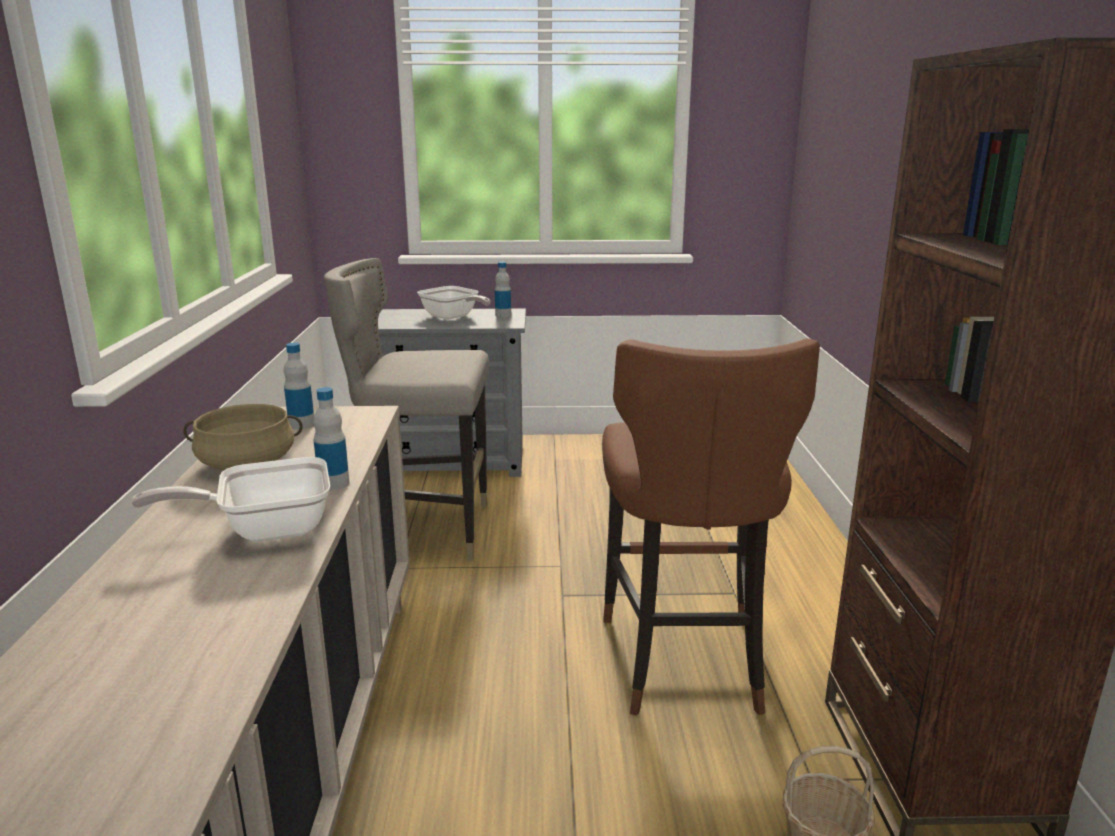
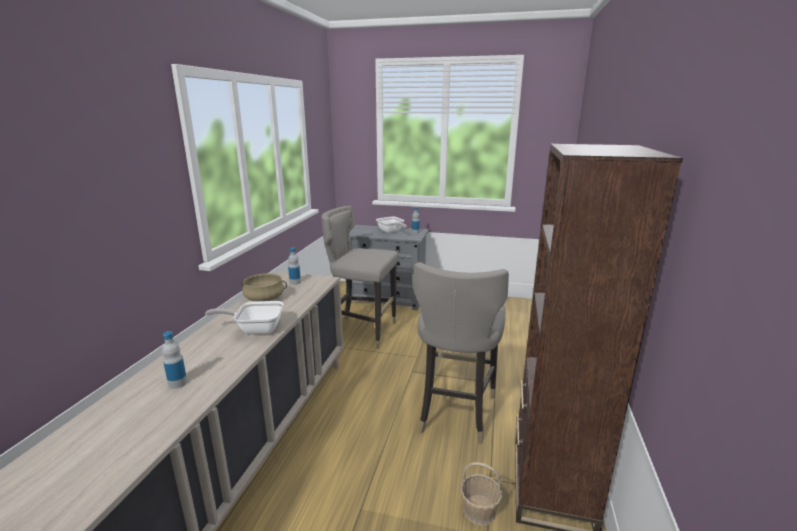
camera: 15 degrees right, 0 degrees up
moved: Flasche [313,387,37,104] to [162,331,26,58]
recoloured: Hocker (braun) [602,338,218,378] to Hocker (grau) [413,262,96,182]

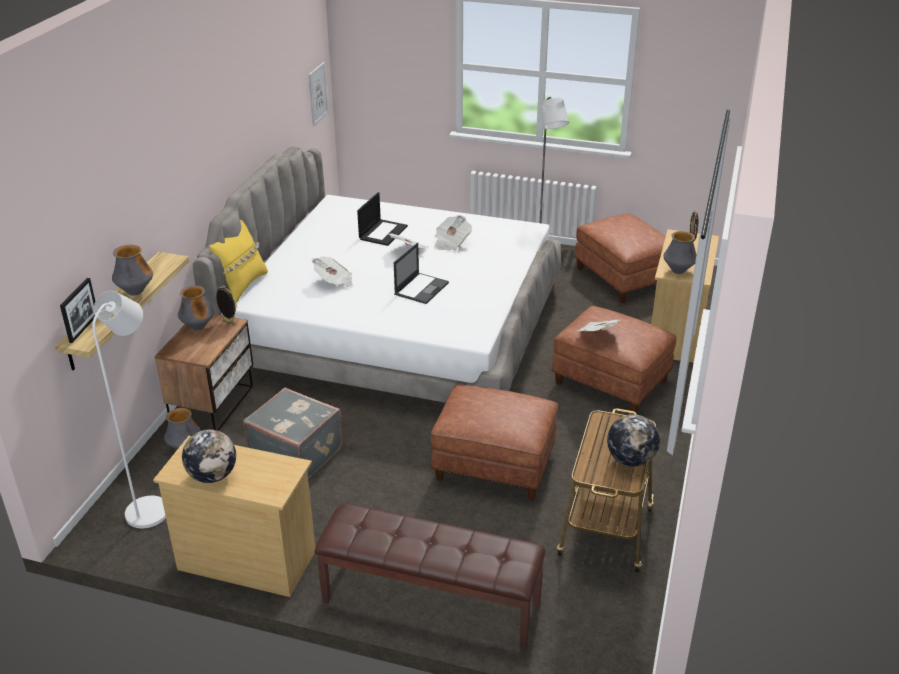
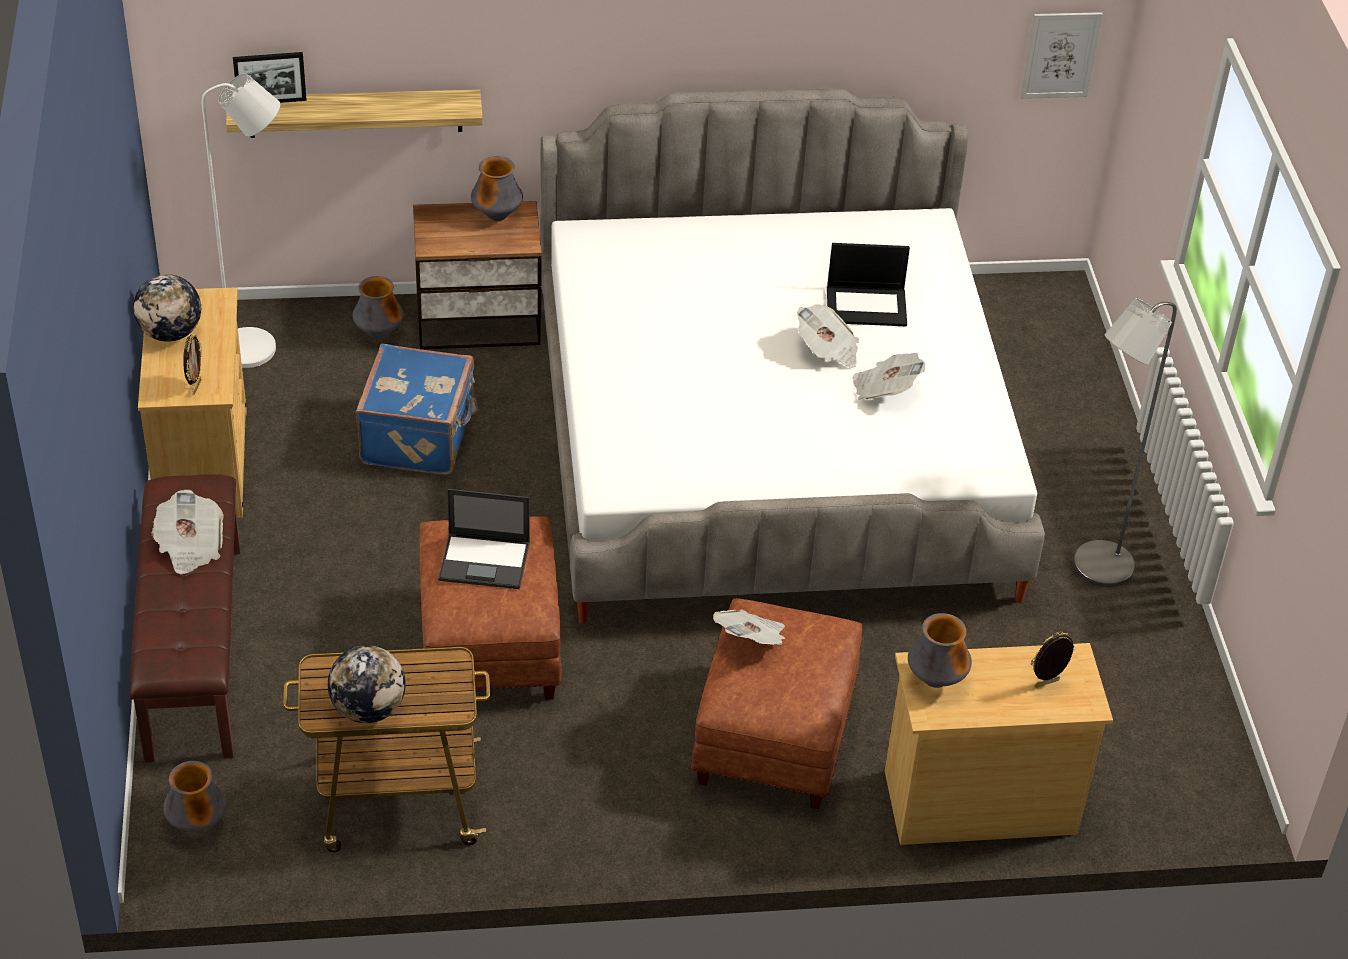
camera: 65 degrees right, 10 degrees up
removed: Kissen (gelb) [209,220,59,83]; Polsterhocker (braun) [574,213,92,90]
moved: Zeitung [312,257,41,30] to [152,490,72,84]; Vase [112,245,41,50] to [163,761,64,71]; Bilderrahmen [216,286,21,38] to [183,333,19,62]; Laptop [394,242,55,62] to [438,489,92,100]
recoloured: Koffer (grau) [243,387,99,92] to Koffer (blau) [355,344,123,131]

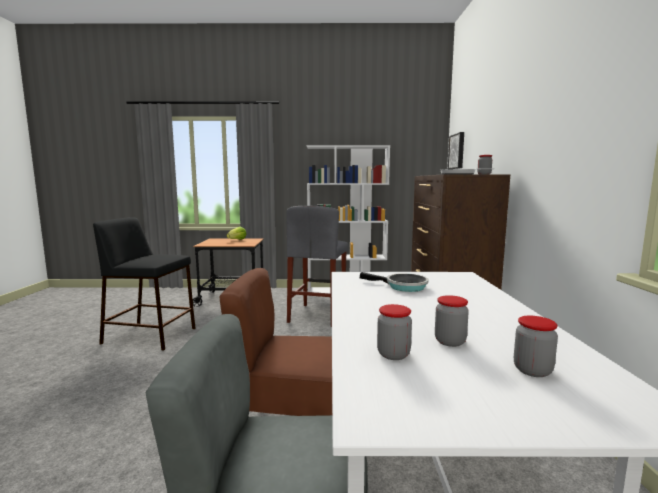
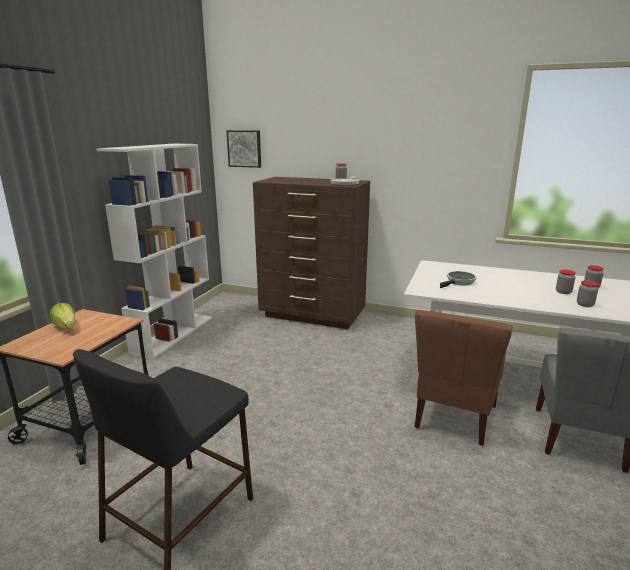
camera: 70 degrees left, 10 degrees up
removed: Hocker (grau) [286,206,62,121]

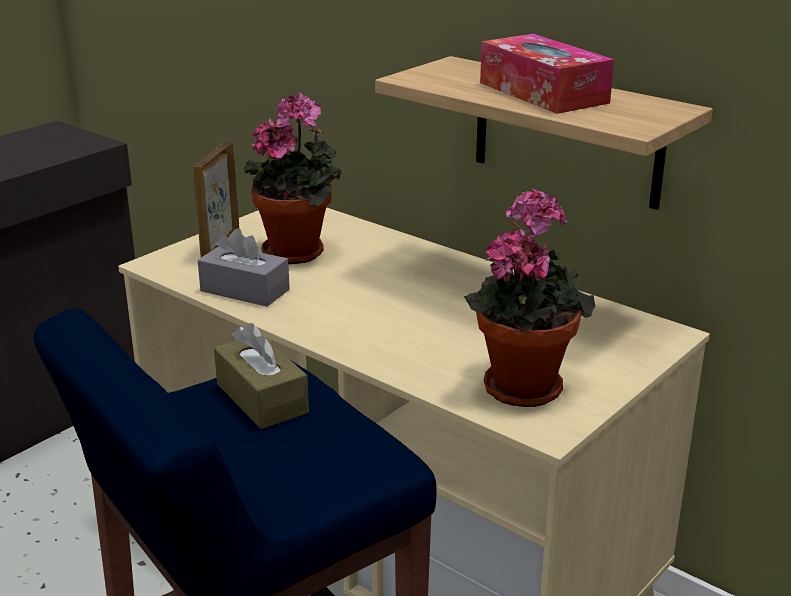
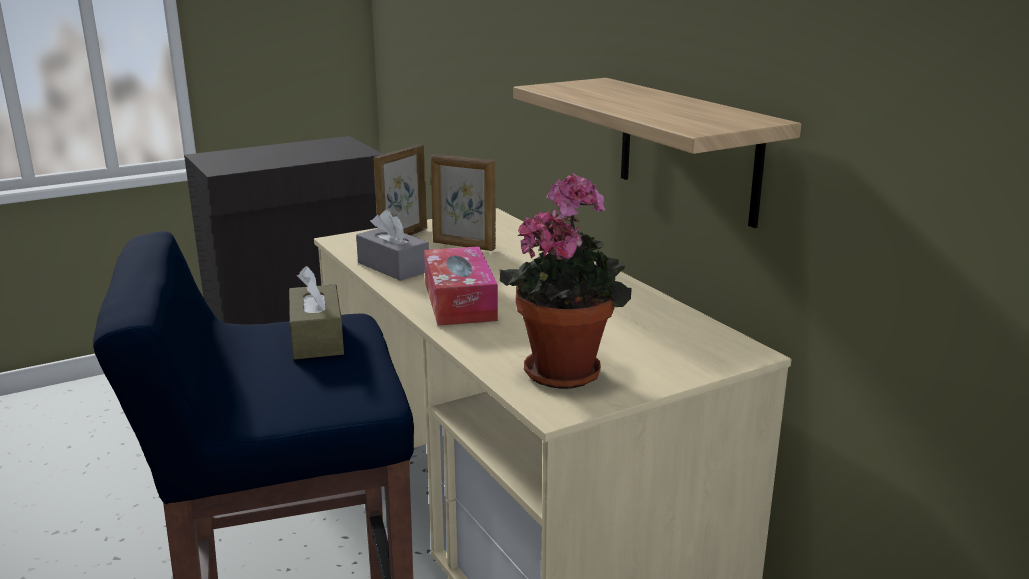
camera: 20 degrees right, 5 degrees down
moved: Taschentuchbox [480,34,134,80] to [424,246,74,80]
replaced: Topfpflanze [244,92,97,172] to Bilderrahmen [431,154,65,97]

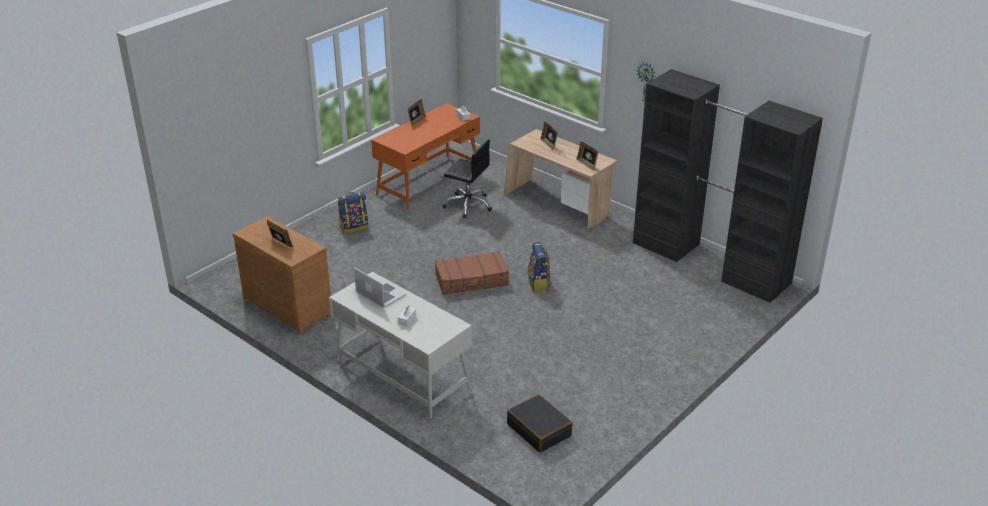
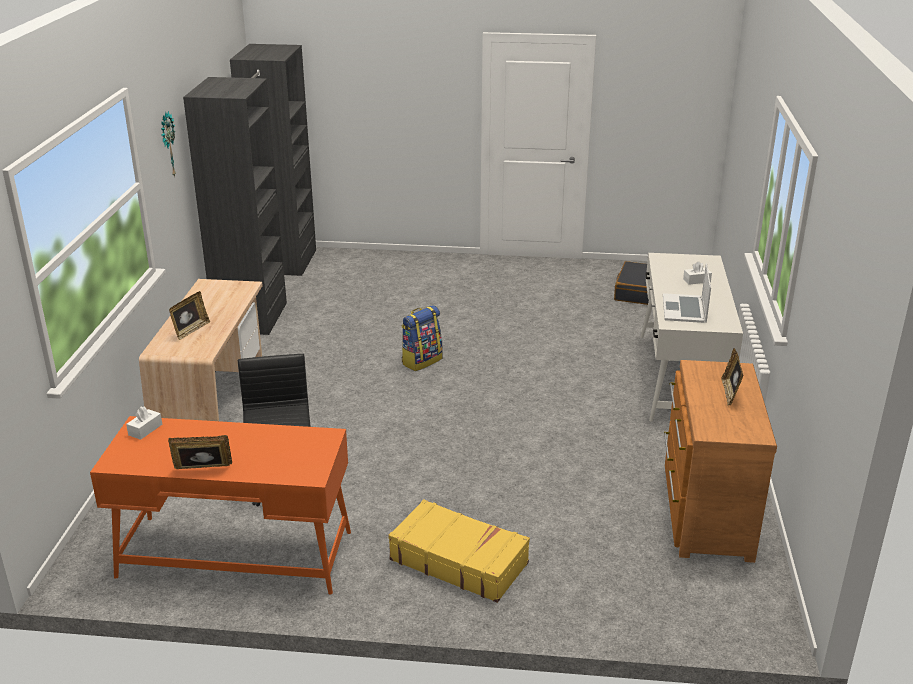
camera: 125 degrees left, 5 degrees down
removed: Koffer (braun) [435,251,74,44]; Bilderrahmen [577,141,21,30]
replaced: Rucksack [338,192,30,42] to Koffer (gelb) [388,499,142,104]

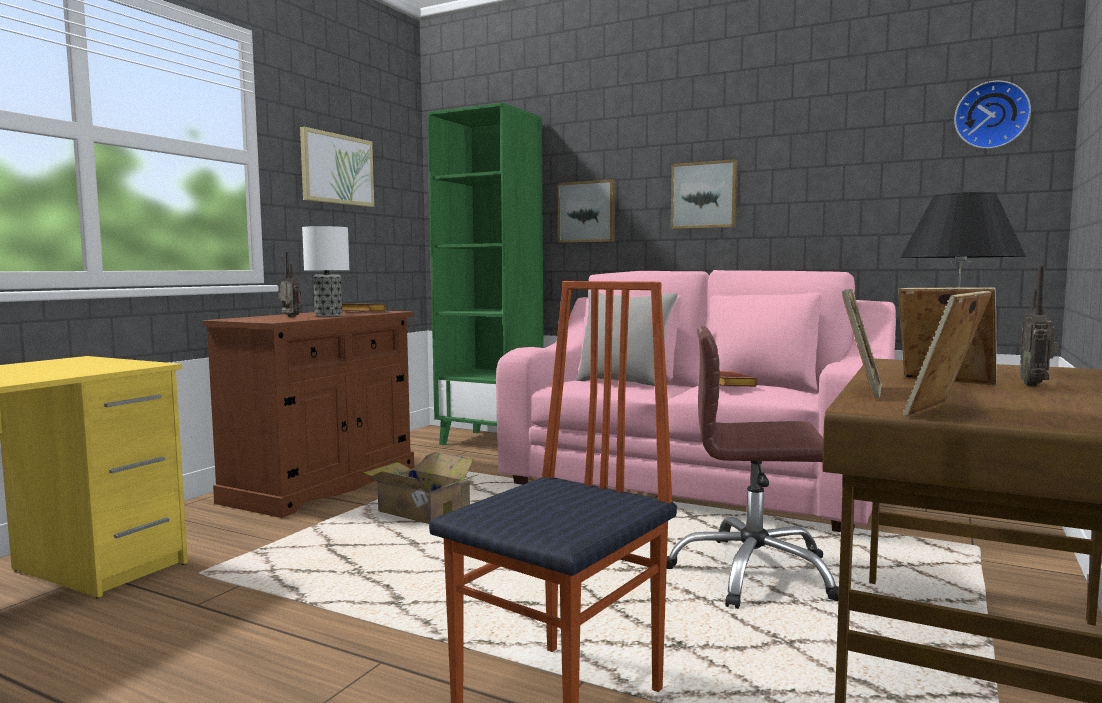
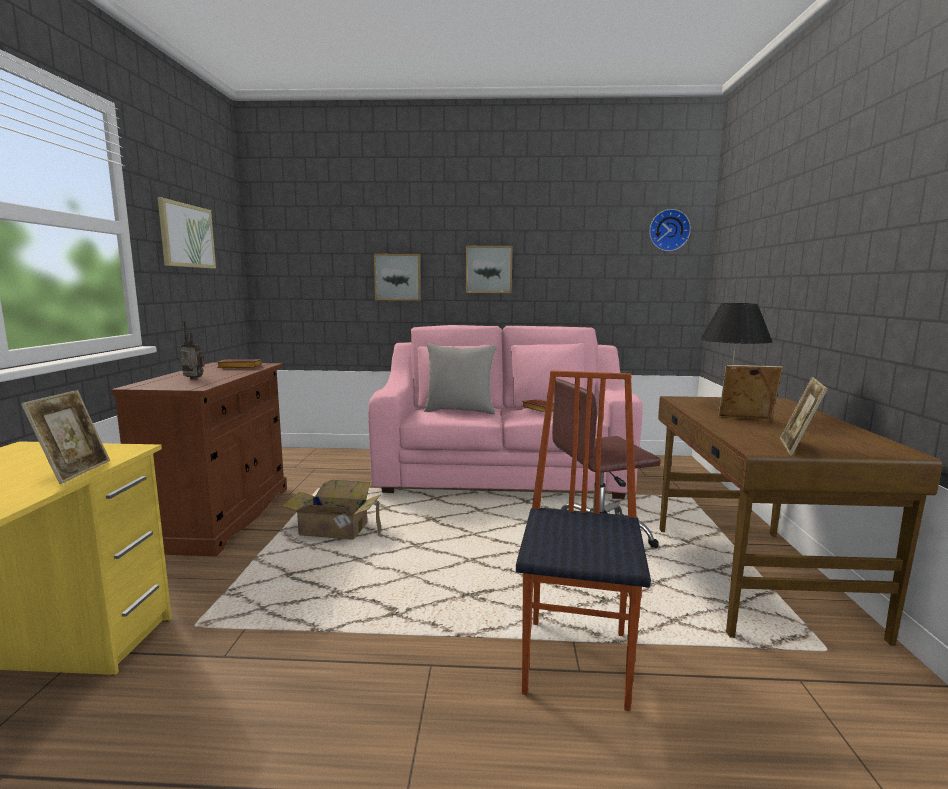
camera: 25 degrees left, 5 degrees up
removed: Tischlampe [302,226,47,90]; Bücherregal (grün) [427,102,117,343]; Radio [1020,266,39,121]
moved: Bilderrahmen [842,289,40,110] to [21,390,89,94]

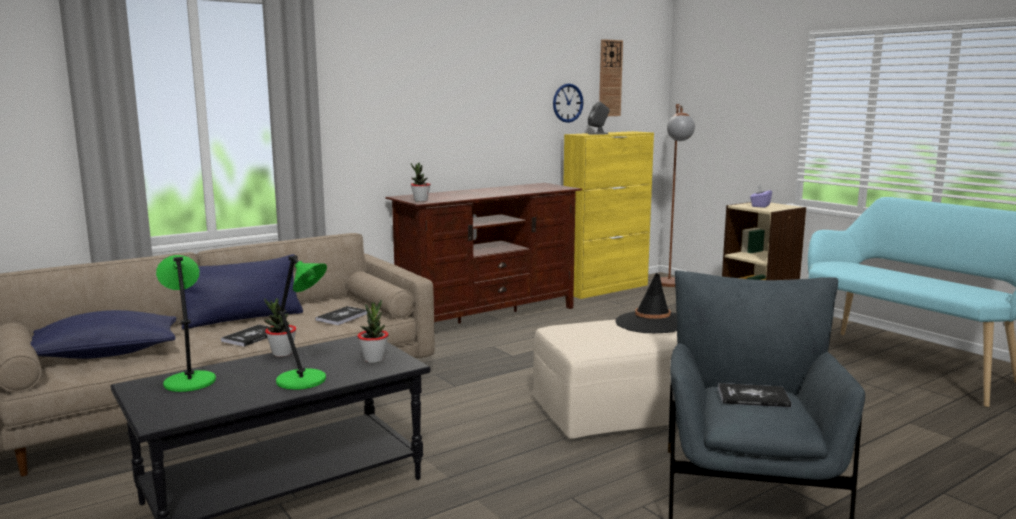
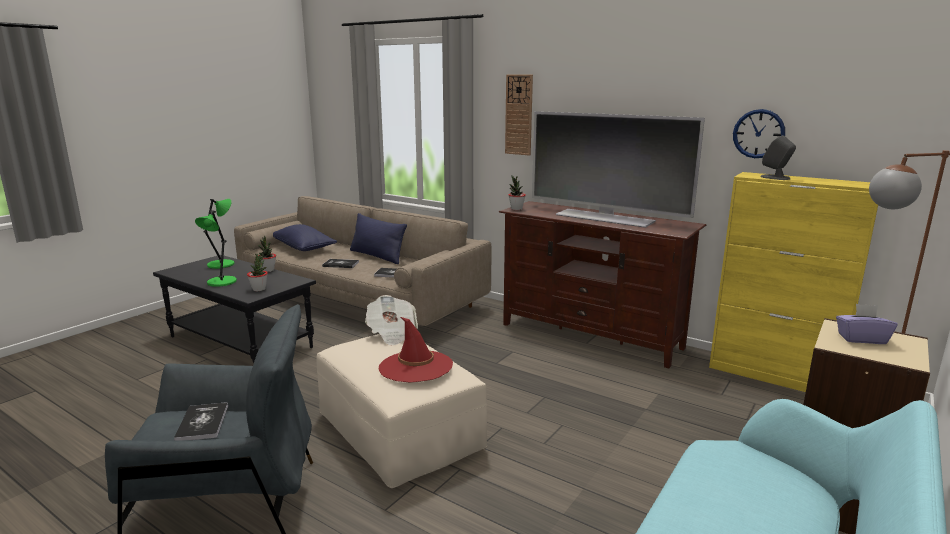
camera: 70 degrees right, 5 degrees up
added: Zeitung [365,295,53,51]; Fernseher [532,111,173,117]
moved: Wanduhr [599,39,24,77] to [505,75,28,81]
recoloured: Hut (schwarz) [615,273,62,61] to Hut (rot) [378,317,75,66]

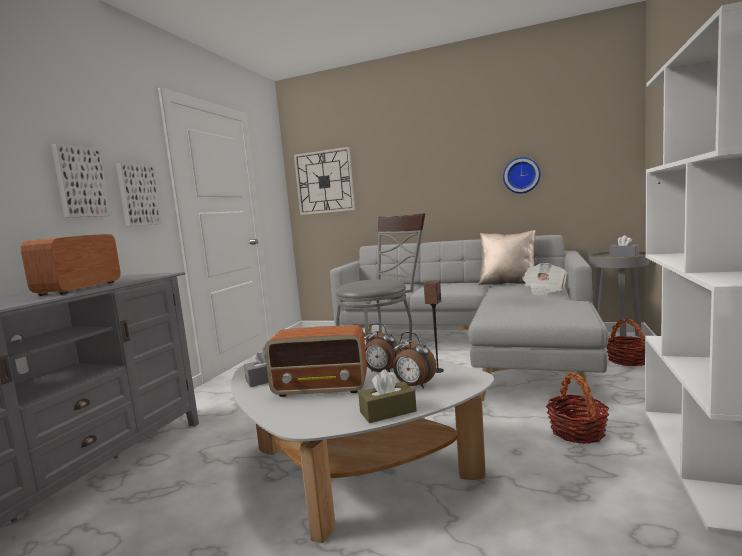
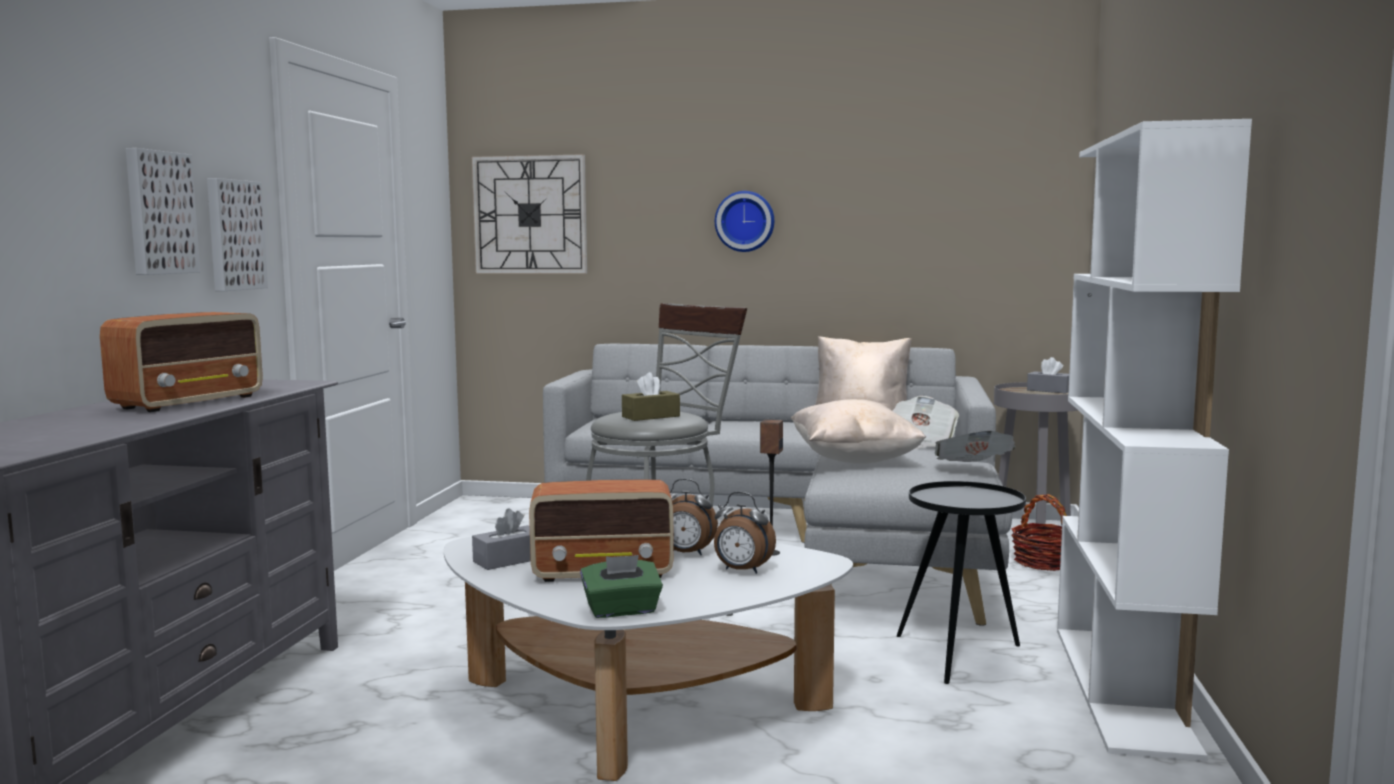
camera: 10 degrees left, 0 degrees up
added: Taschentuchbox (grün) [580,555,83,63]; Kissen (beige) [791,399,135,65]; Zeitung [935,431,81,31]
moved: Taschentuchbox (braun) [358,369,59,54] to [622,372,58,49]; Wanduhr [503,157,38,37] to [715,191,59,61]
replaced: Korb [546,373,63,71] to Beistelltisch (schwarz) [897,481,129,203]
turned: Radio [21,234,100,62] = [100,312,163,100] 150 degrees counterclockwise

